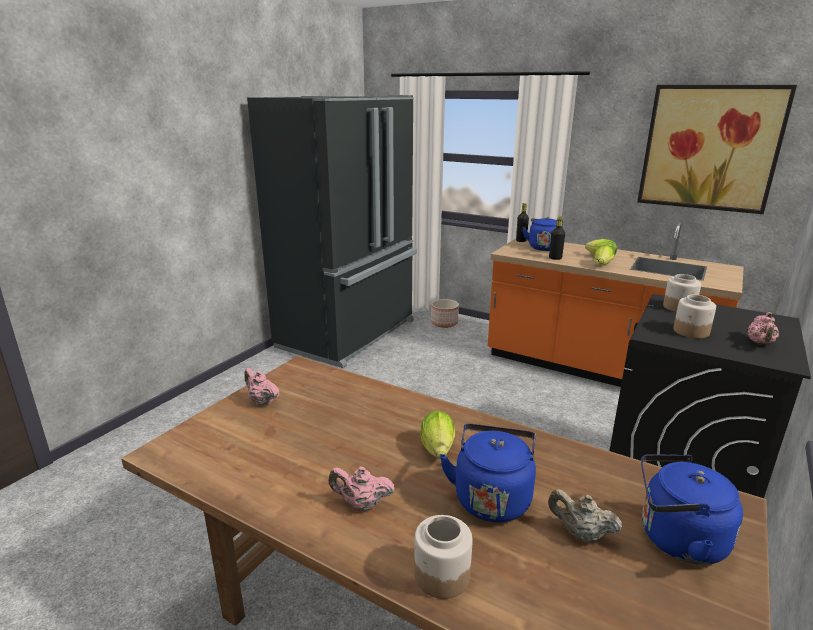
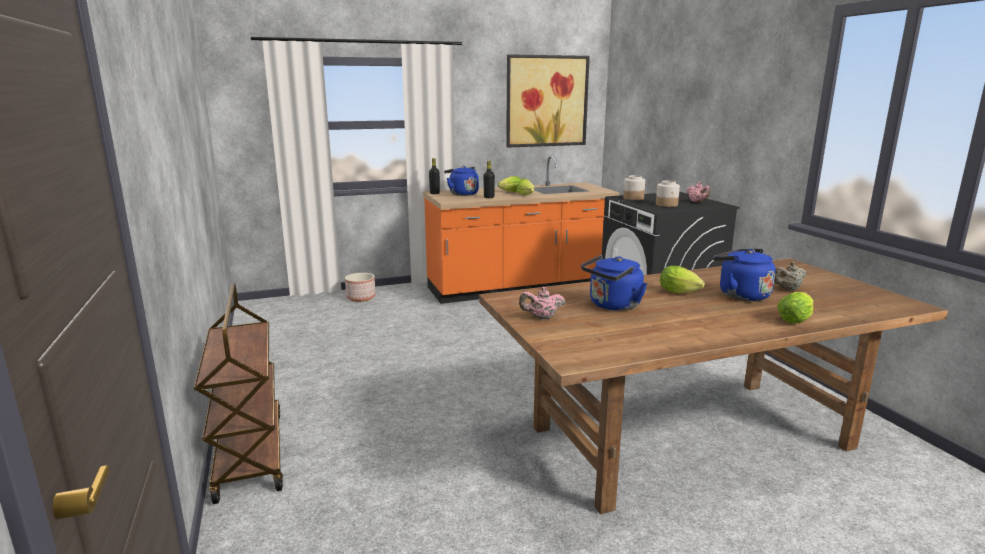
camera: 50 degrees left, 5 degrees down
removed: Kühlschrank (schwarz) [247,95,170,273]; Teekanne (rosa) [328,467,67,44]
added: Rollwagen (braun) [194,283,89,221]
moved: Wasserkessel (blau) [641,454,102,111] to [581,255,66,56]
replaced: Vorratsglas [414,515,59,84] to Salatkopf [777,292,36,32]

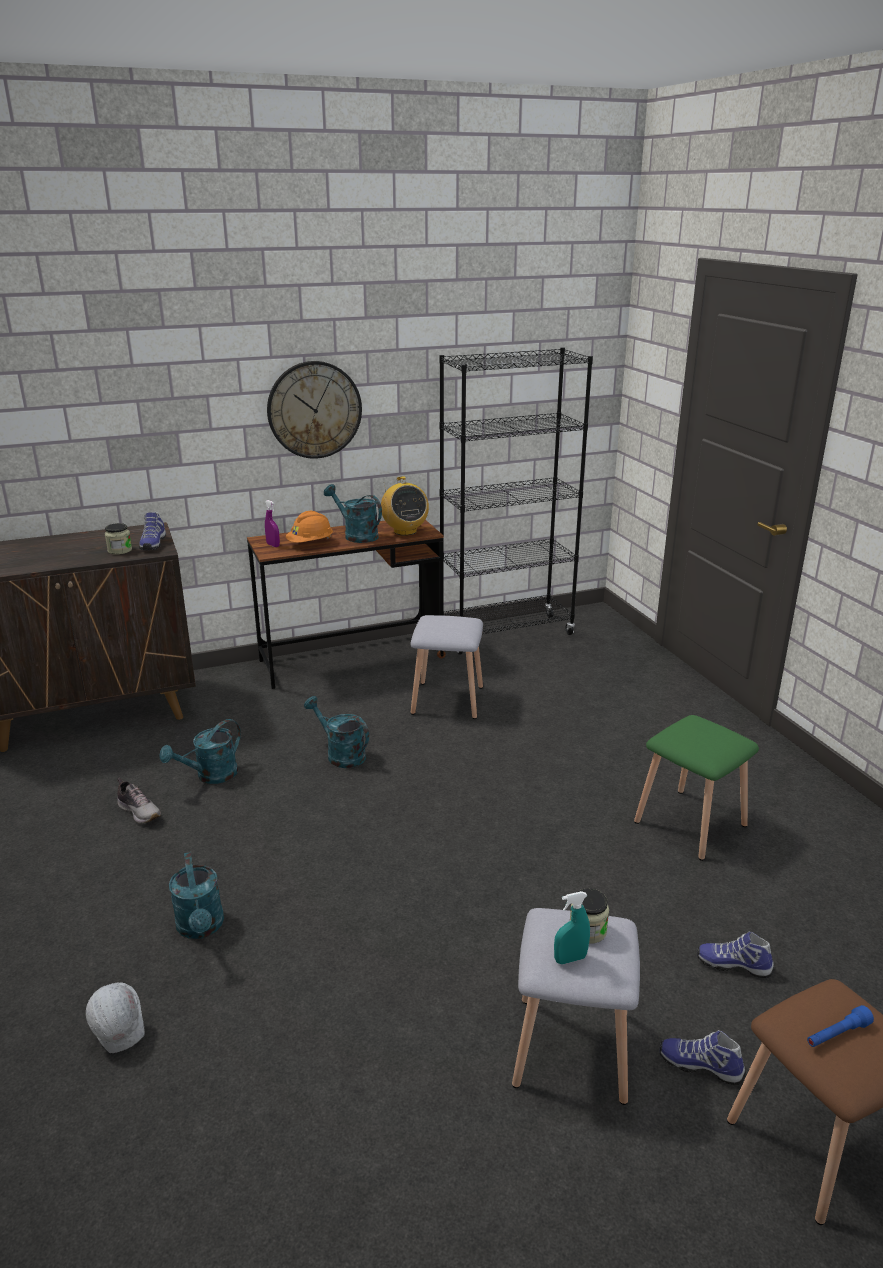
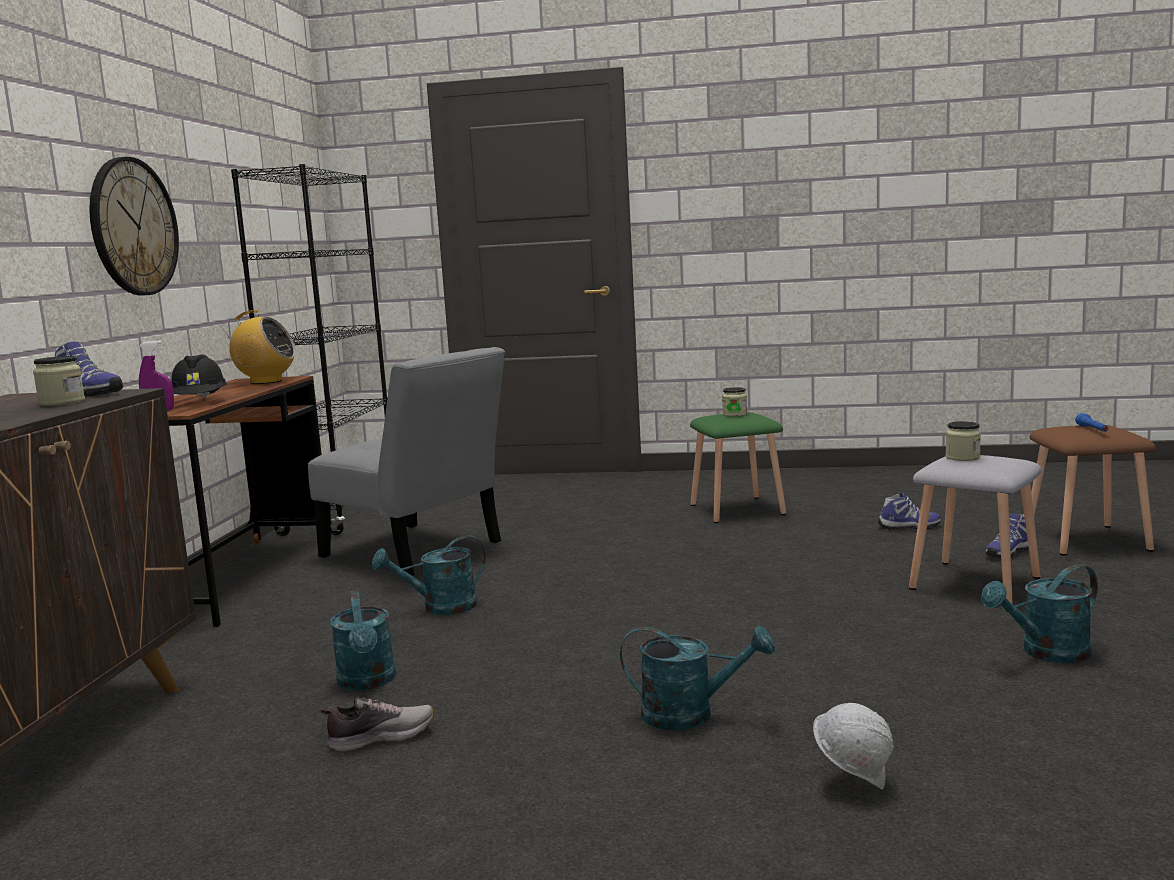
camera: 60 degrees left, 15 degrees down
removed: Sprühflasche (türkis) [554,891,36,73]
added: Vorratsglas [722,387,25,30]
moved: Gießkanne (türkis) [324,484,58,59] to [981,564,117,99]
replaced: Hocker (grau) [410,615,73,104] to Stuhl (grau) [308,347,197,229]
recoloured: Schutzhelm (orange) [286,511,47,32] to Schutzhelm (schwarz) [171,354,56,44]
turned: Schuh [697,931,77,47] = [878,493,63,37] 135 degrees counterclockwise

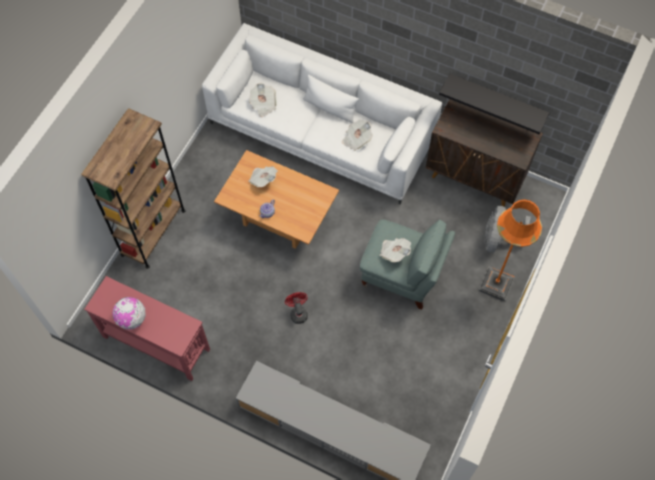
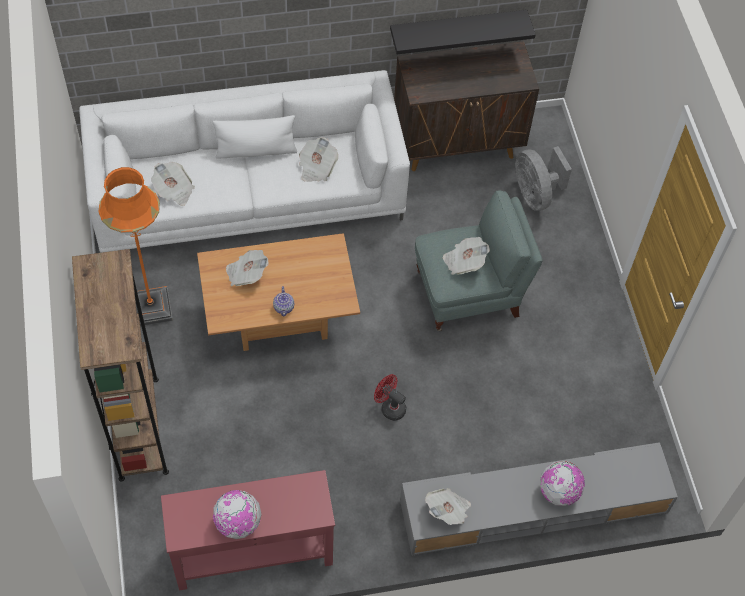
camera: 40 degrees left, 5 degrees down
added: Zeitung [425,488,46,37]; Globus [540,461,45,45]
moved: Stehlampe (orange) [479,199,63,102] to [98,167,75,159]

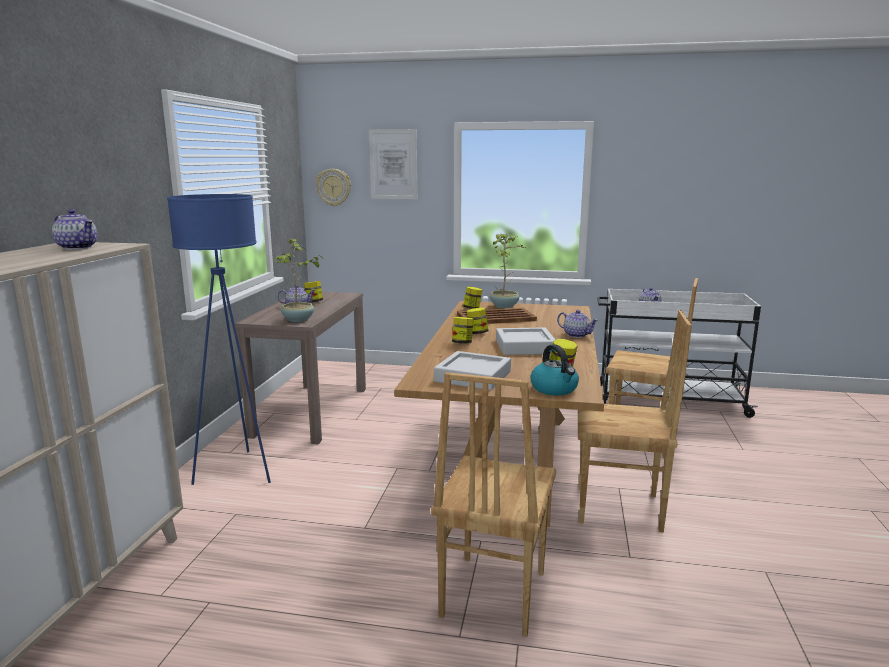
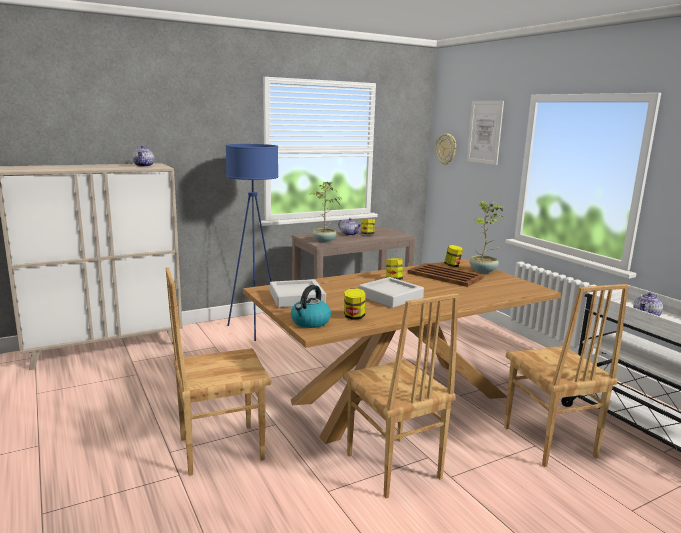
camera: 50 degrees right, 0 degrees up
removed: Vorratsglas [452,317,22,27]; Teekanne [557,310,42,28]

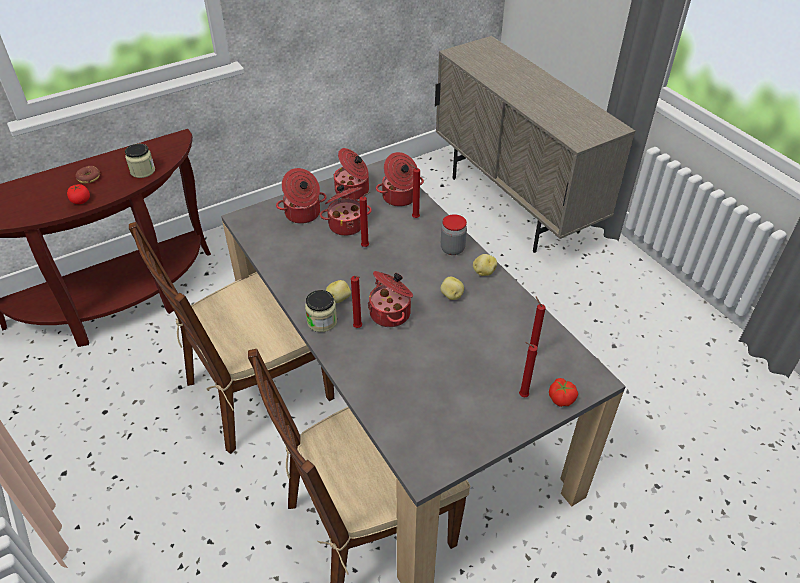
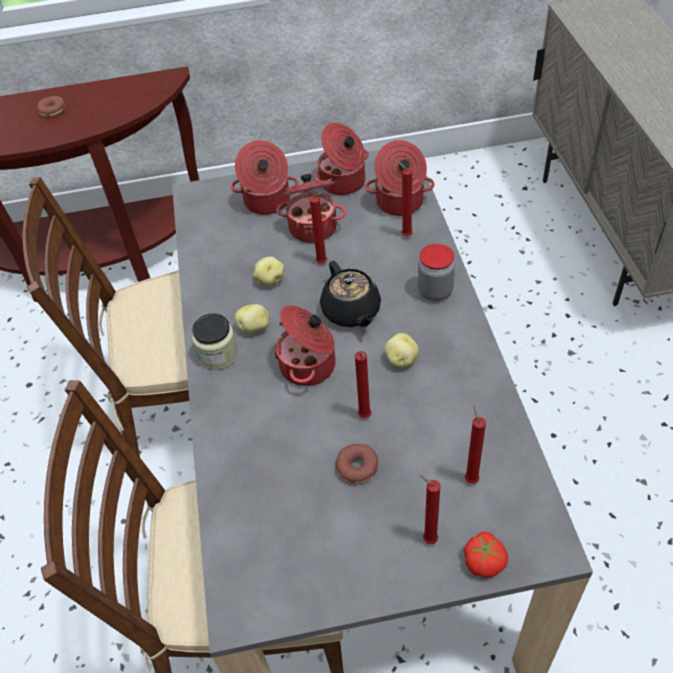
camera: 25 degrees right, 5 degrees up
removed: Tomate [67,184,23,20]; Vorratsglas [125,144,30,34]
added: Teekanne (schwarz) [320,261,61,66]; Donut [336,444,42,40]
moved: Kartoffel [473,254,24,22] to [253,256,32,30]; Kerze (rot) [351,275,11,53] to [355,351,16,67]

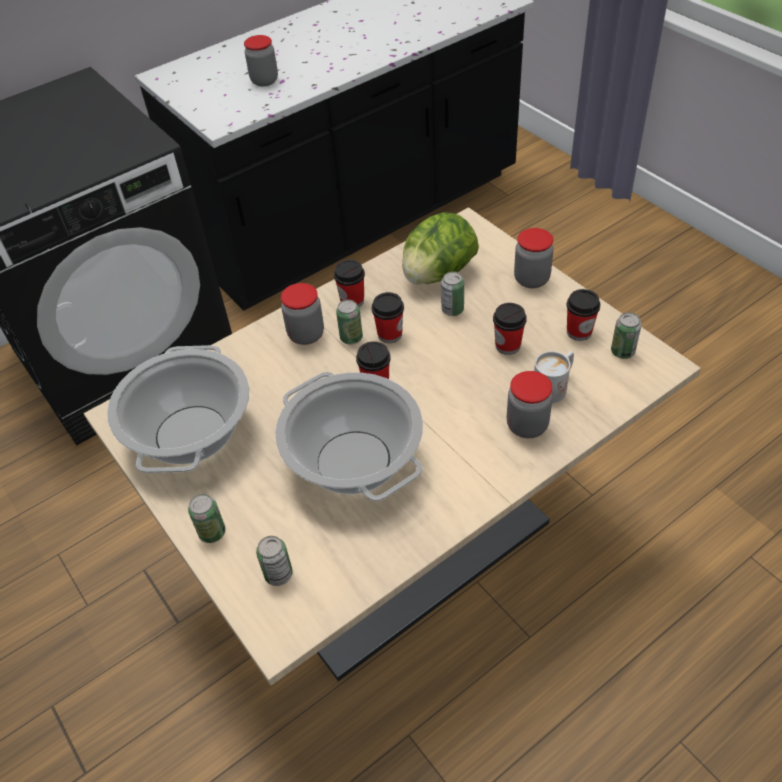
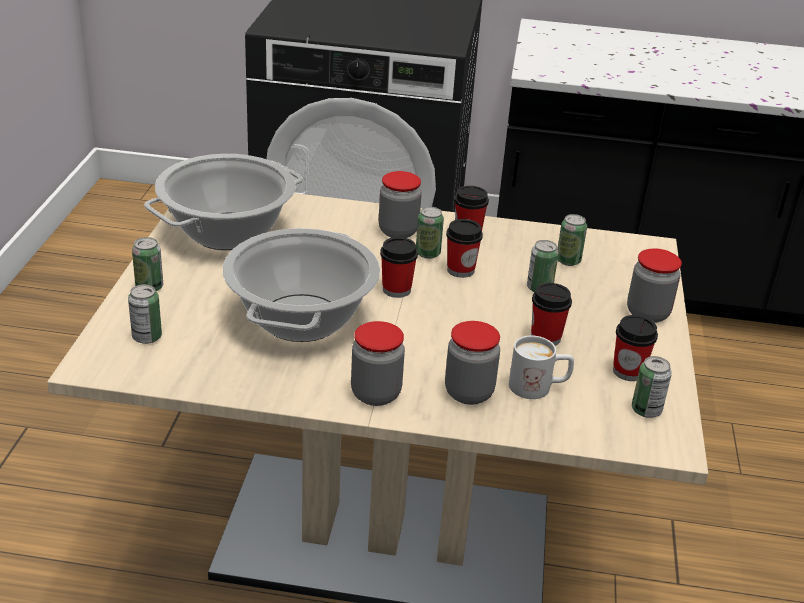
camera: 40 degrees right, 15 degrees down
moved: Vorratsglas [244,35,34,51] to [351,321,54,85]
replaced: Salatkopf [402,212,77,73] to Dose [557,214,30,52]

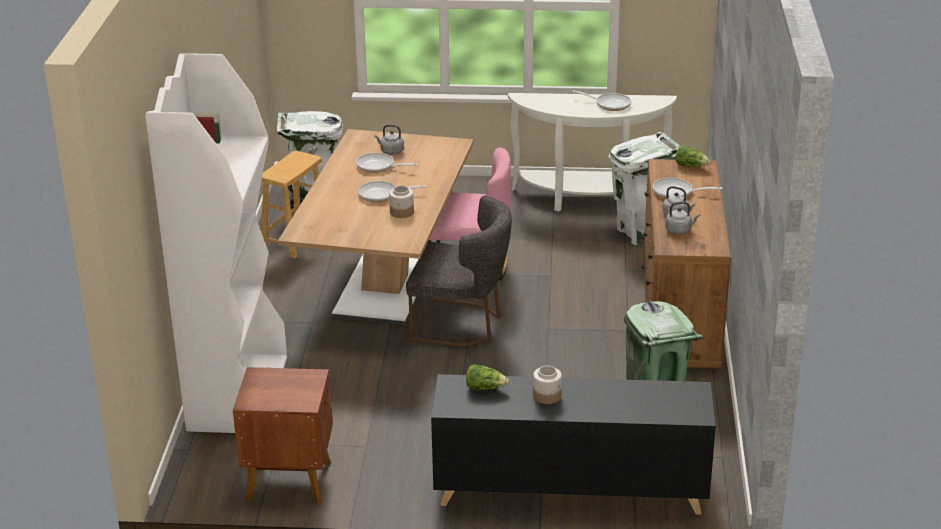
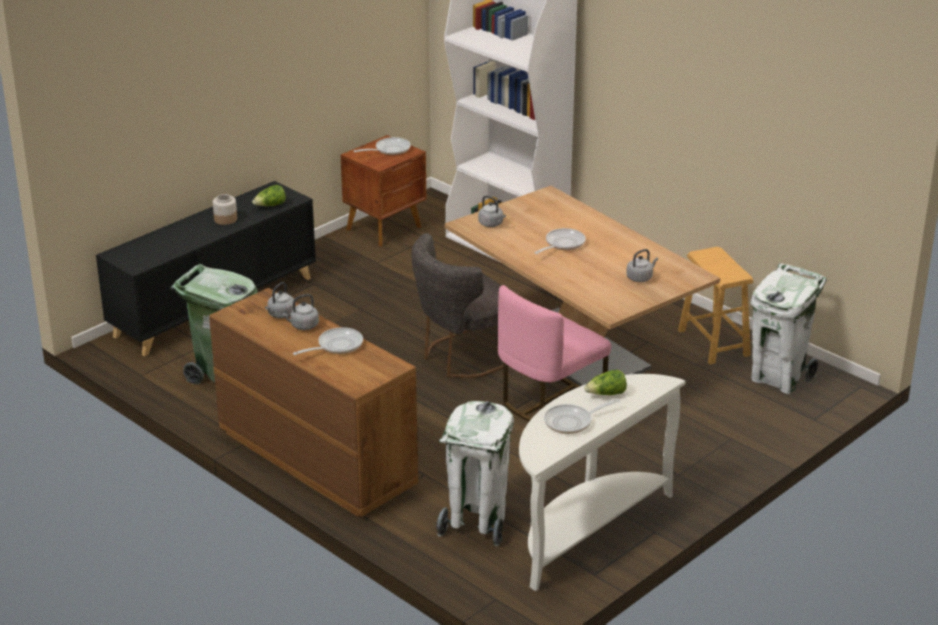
camera: 130 degrees right, 0 degrees up
removed: Vorratsglas [389,186,25,32]
added: Wasserkessel (grau) [478,196,28,31]
moved: Pfanne [356,153,63,20] to [354,137,57,18]; Salatkopf [675,145,35,22] to [584,370,43,25]

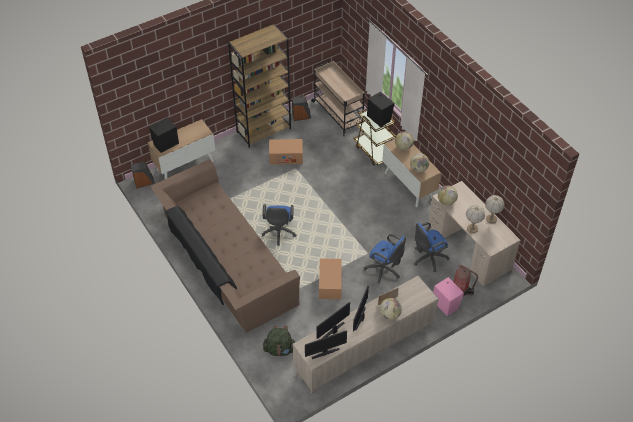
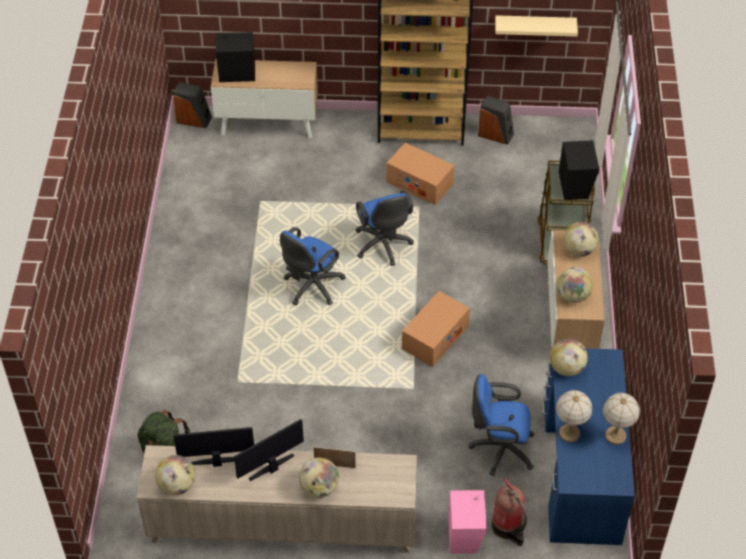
camera: 35 degrees right, 0 degrees up
removed: Sofa (braun) [150,159,150,174]; Rollwagen (beige) [311,61,54,75]
added: Wandregal (beige) [495,15,83,22]
moved: Bürostuhl (blau) [364,234,42,50] to [355,190,59,76]; Karton [319,258,23,41] to [402,291,68,76]
replaced: Monitor [305,330,42,29] to Globus [155,455,40,40]
recoloured: Schreibtisch (beige) [428,181,93,105] to Schreibtisch (blau) [543,347,92,198]

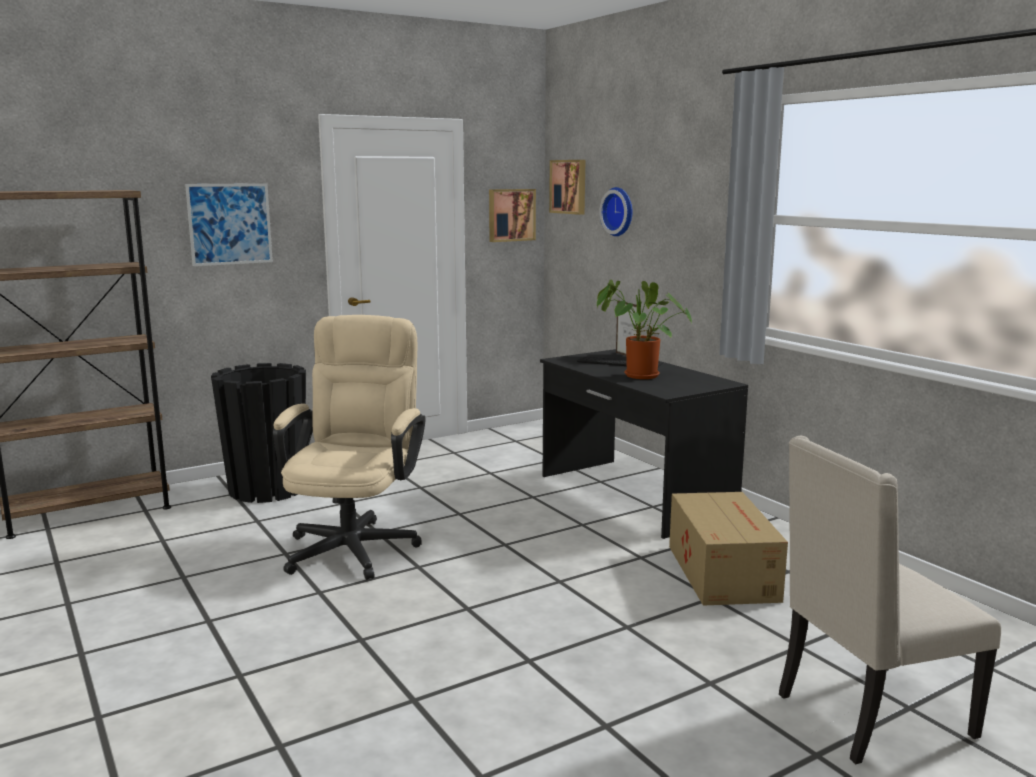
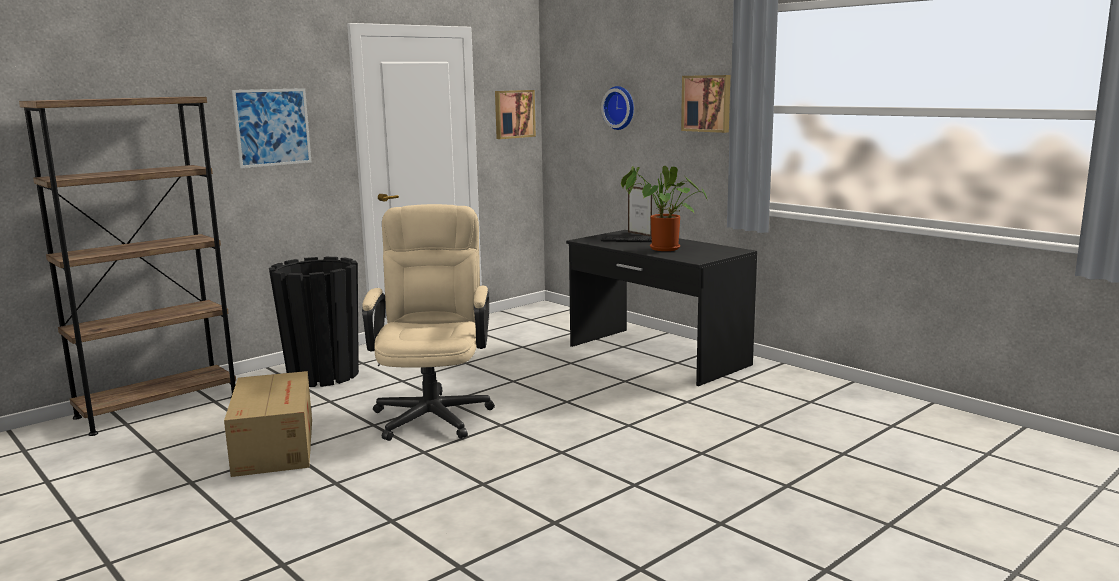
camera: 10 degrees left, 0 degrees up
removed: Stuhl (beige) [779,436,222,328]
moved: Karton [669,492,119,113] to [224,371,88,106]; Bild [549,160,36,55] to [681,75,49,58]

